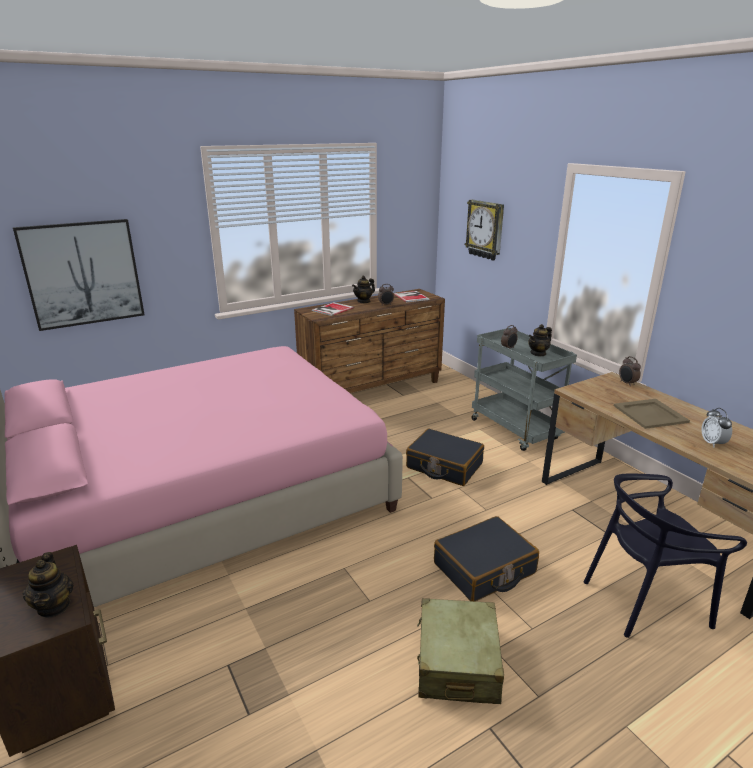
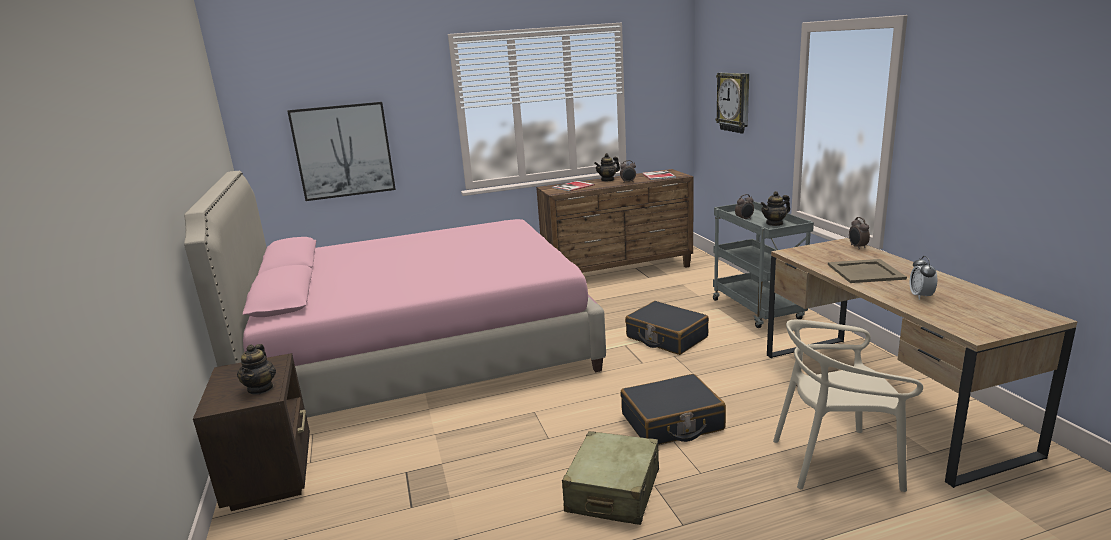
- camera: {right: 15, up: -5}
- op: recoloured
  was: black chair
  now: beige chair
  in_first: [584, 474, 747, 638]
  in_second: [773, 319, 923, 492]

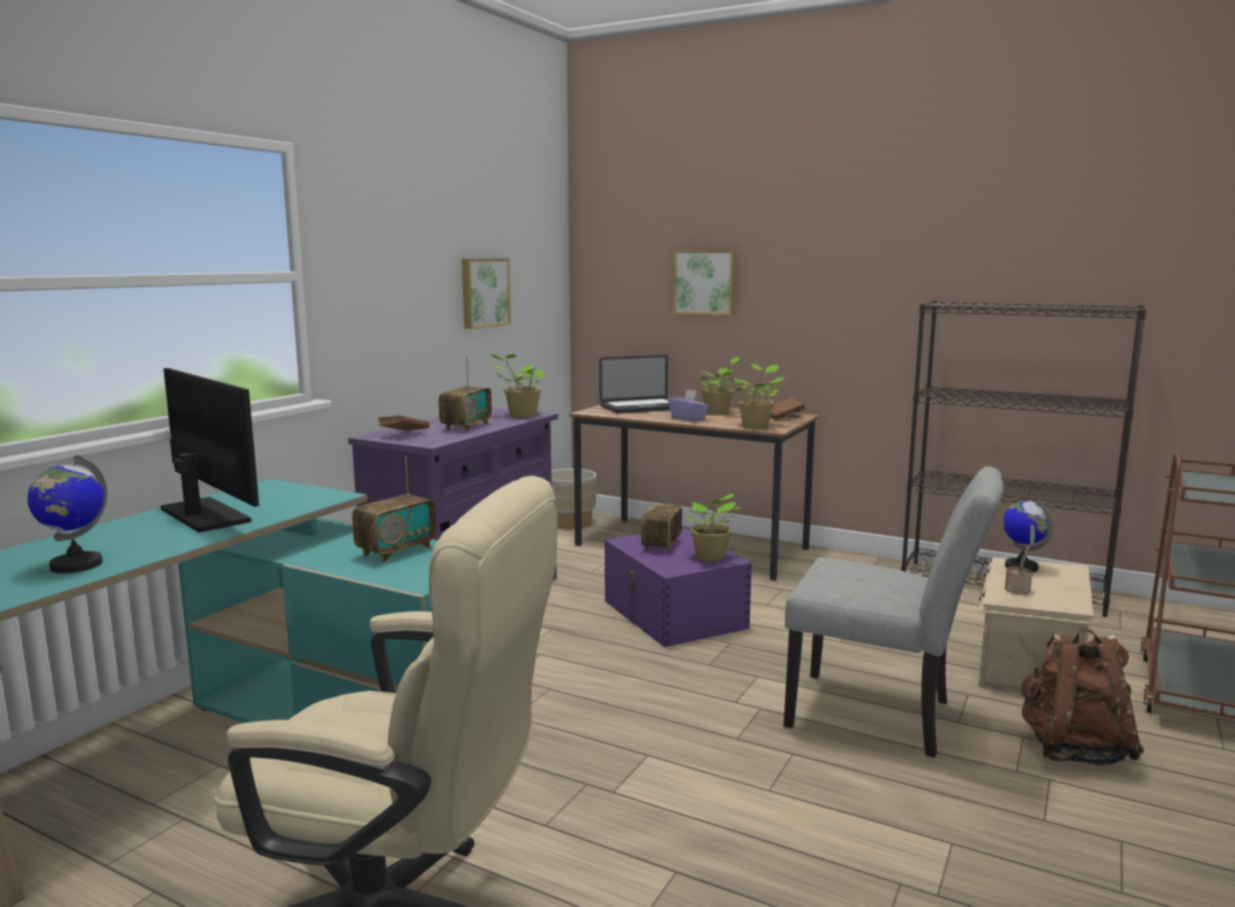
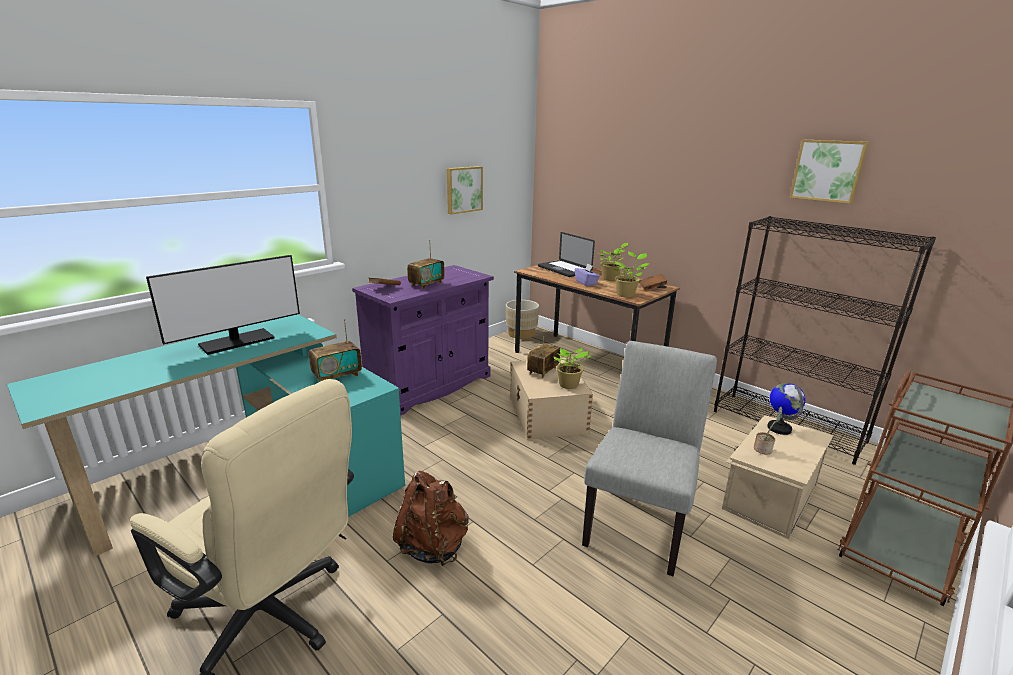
- camera: {right: 15, up: 10}
- op: moved
  was: picture
  in_first: [674, 250, 736, 315]
  in_second: [790, 140, 869, 204]
- op: removed
  was: potted plant
  in_first: [491, 354, 545, 417]
- op: turned
  was: laptop
  in_first: [599, 355, 670, 413]
  in_second: [538, 232, 595, 277]
  clockwise: 60
- op: turned
  was: monitor
  in_first: [161, 368, 259, 533]
  in_second: [146, 255, 300, 355]
  clockwise: 75
- op: removed
  was: globe
  in_first: [27, 455, 107, 573]
- op: turned
  was: grey chair
  in_first: [784, 466, 1004, 757]
  in_second: [582, 341, 717, 576]
  clockwise: -105
- op: recoloured
  was: purple storage box
  now: beige storage box
  in_first: [605, 528, 752, 647]
  in_second: [510, 358, 593, 440]
- op: moved
  was: brown backpack
  in_first: [1021, 628, 1144, 765]
  in_second: [393, 471, 469, 566]

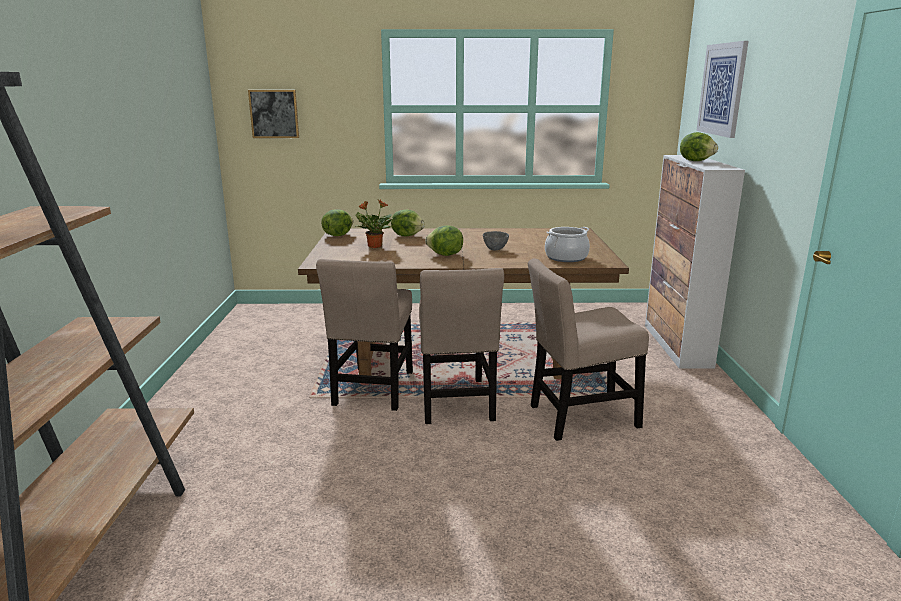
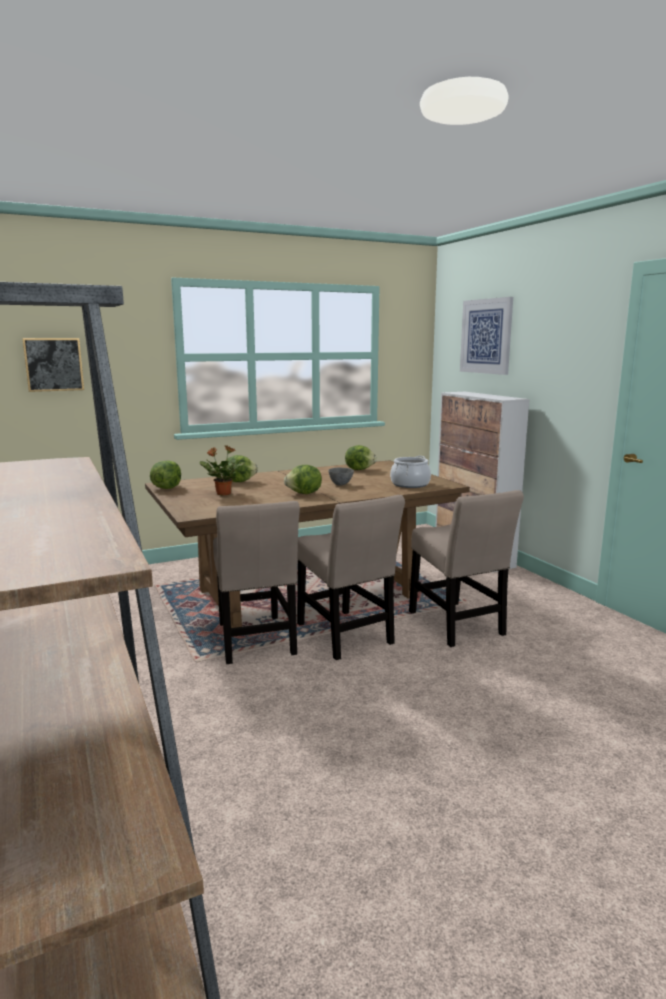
- camera: {right: -25, up: -5}
- op: moved
  was: lettuce
  in_first: [680, 132, 718, 161]
  in_second: [345, 445, 377, 470]
- op: turned
  was: beige chair
  in_first: [528, 258, 649, 441]
  in_second: [409, 490, 524, 647]
  clockwise: -75

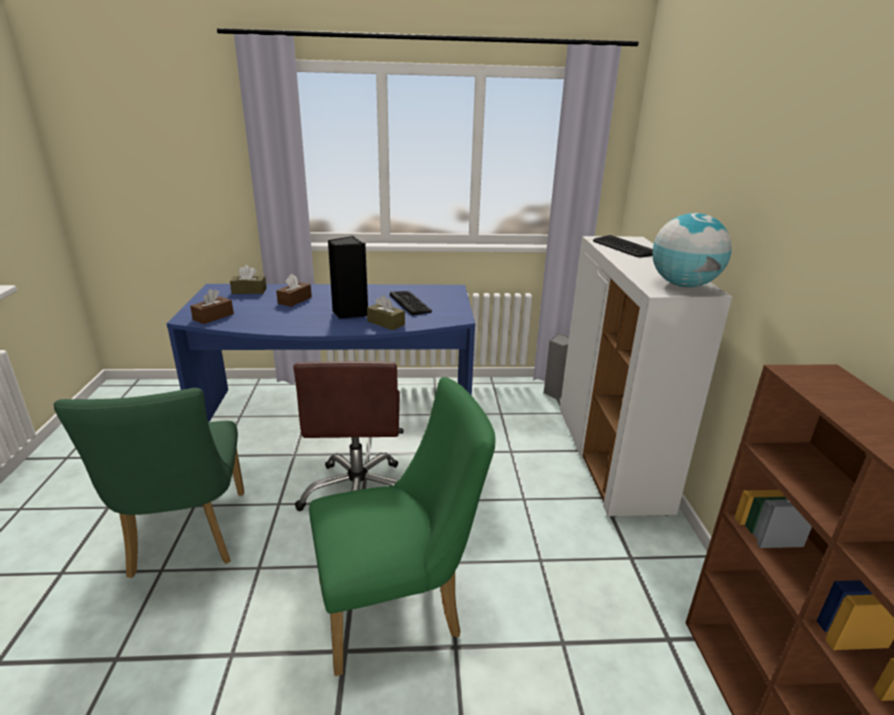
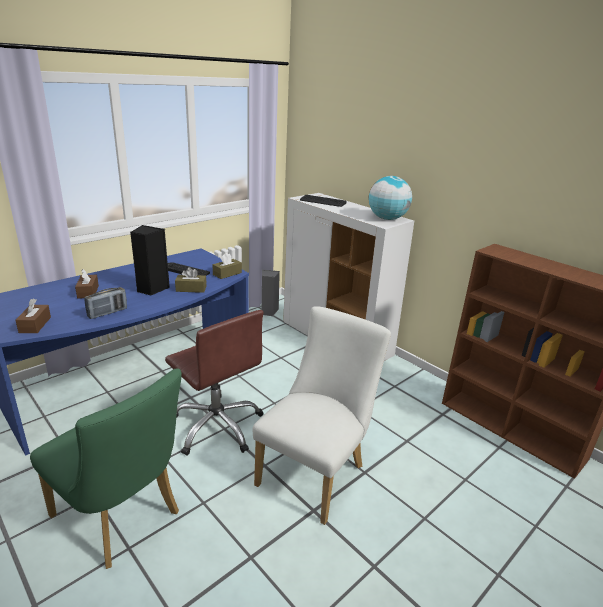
- camera: {right: -40, up: 0}
- op: moved
  was: brown tissue box
  in_first: [230, 265, 267, 294]
  in_second: [213, 253, 242, 279]
- op: recoloured
  was: green chair
  now: white chair
  in_first: [309, 377, 496, 676]
  in_second: [253, 306, 391, 525]
- op: added
  now: radio
  in_second: [84, 287, 127, 319]

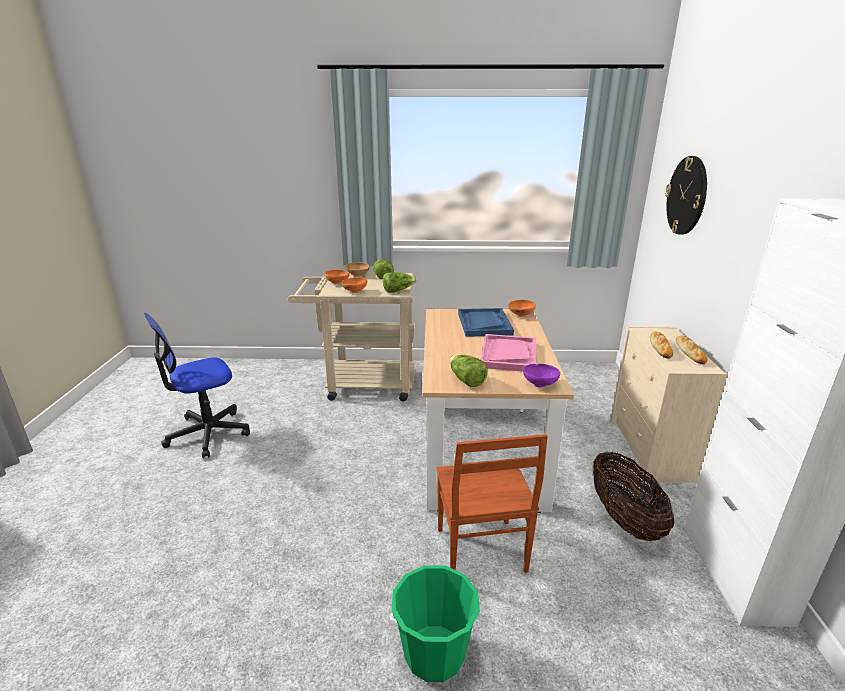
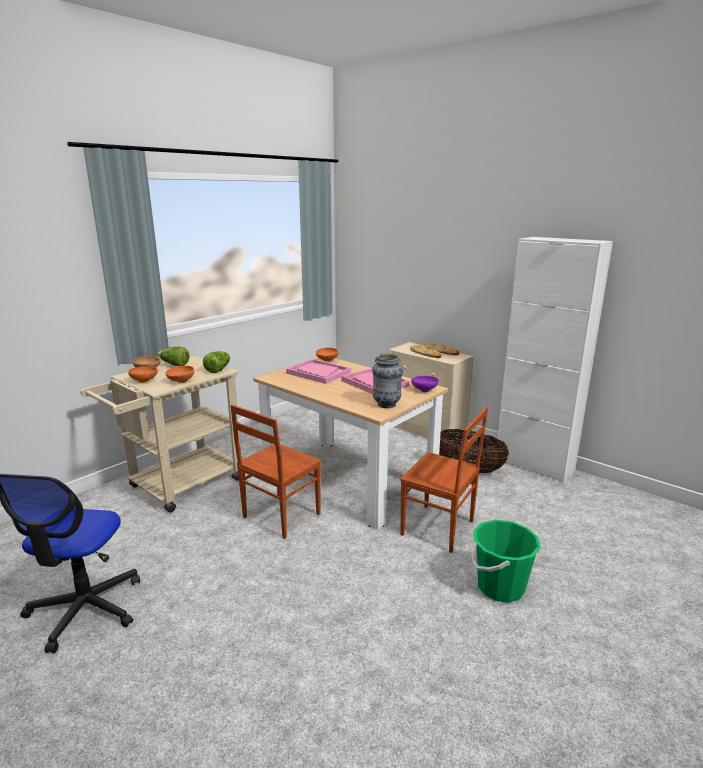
- camera: {right: -50, up: -5}
- op: removed
  was: wall clock
  in_first: [665, 156, 707, 235]
- op: recoloured
  was: blue tray
  now: pink tray
  in_first: [458, 308, 514, 337]
  in_second: [286, 359, 351, 384]
- op: replaced
  was: lettuce
  now: vase
  in_first: [450, 355, 488, 387]
  in_second: [372, 353, 403, 408]
- op: added
  now: brown chair
  in_second: [230, 404, 321, 539]

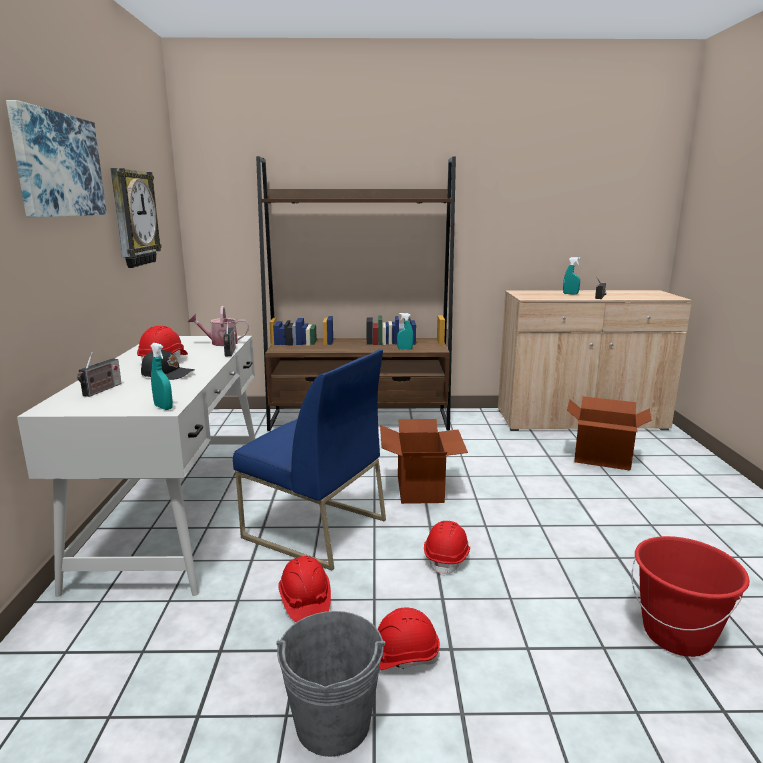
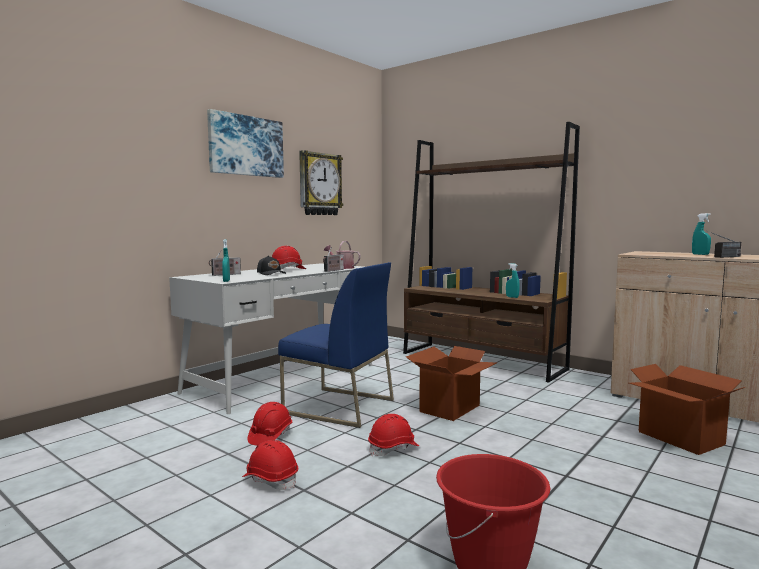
- camera: {right: 40, up: -10}
- op: turned
  was: blue chair
  in_first: [233, 350, 386, 570]
  in_second: [278, 262, 394, 428]
  clockwise: -45
- op: removed
  was: grey bucket
  in_first: [276, 611, 385, 757]

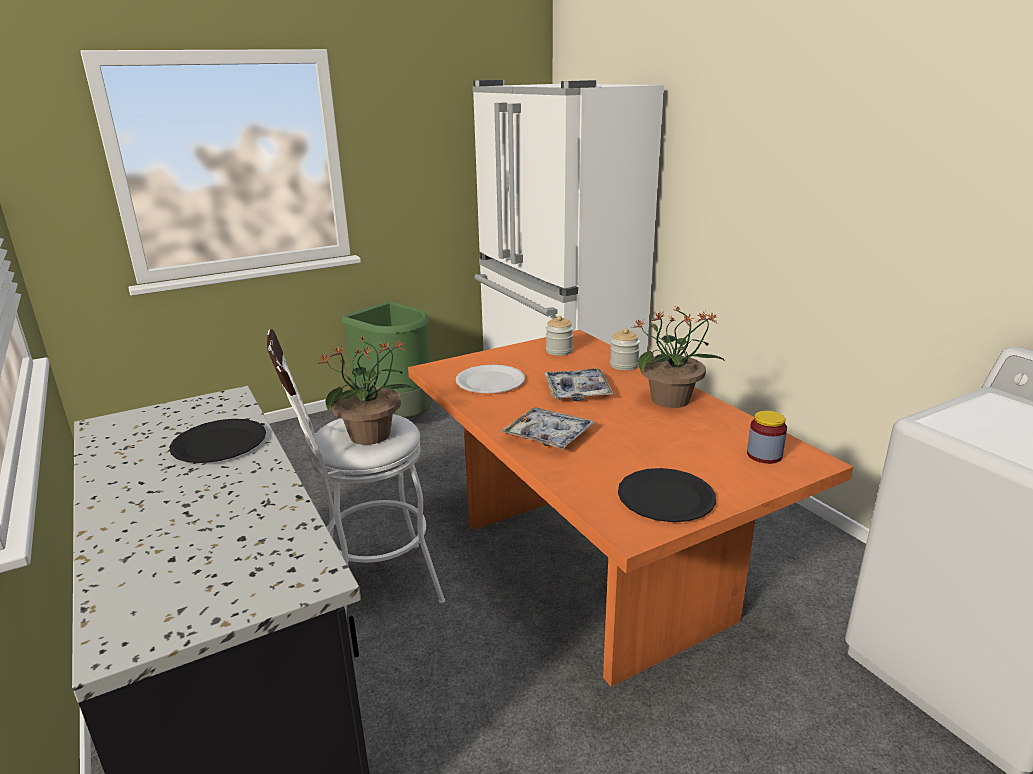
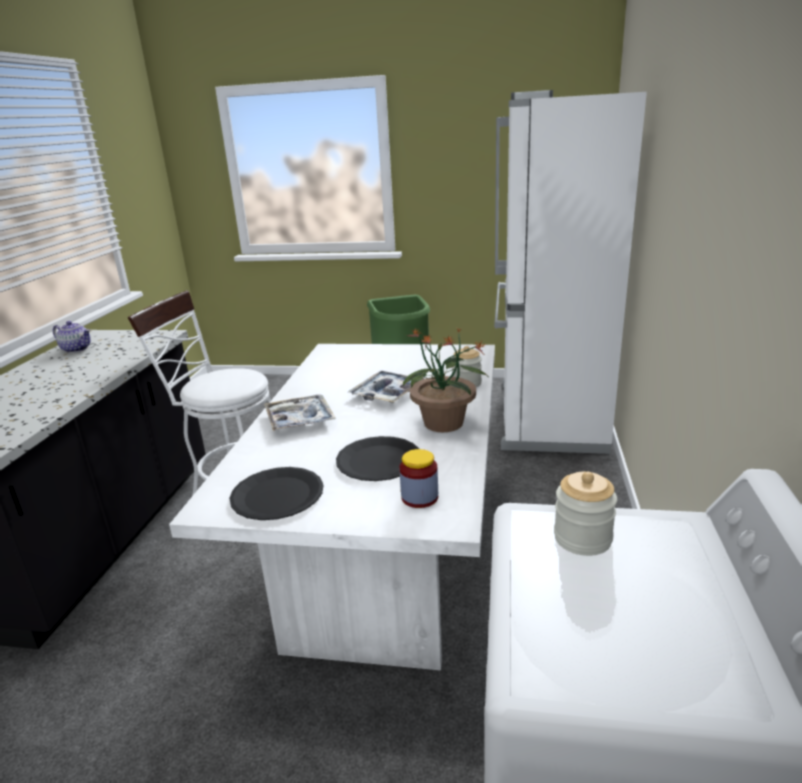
- camera: {right: 40, up: 0}
- op: moved
  was: jar
  in_first: [546, 316, 573, 356]
  in_second: [554, 471, 617, 556]
- op: recoloured
  was: orange dining table
  now: white dining table
  in_first: [408, 330, 853, 687]
  in_second: [169, 344, 495, 670]
- op: removed
  was: potted plant
  in_first: [317, 337, 416, 445]
- op: removed
  was: white plate
  in_first: [456, 365, 525, 393]
- op: moved
  was: black plate
  in_first: [169, 419, 266, 463]
  in_second: [336, 436, 419, 481]
- op: added
  now: teapot
  in_second: [53, 321, 91, 353]

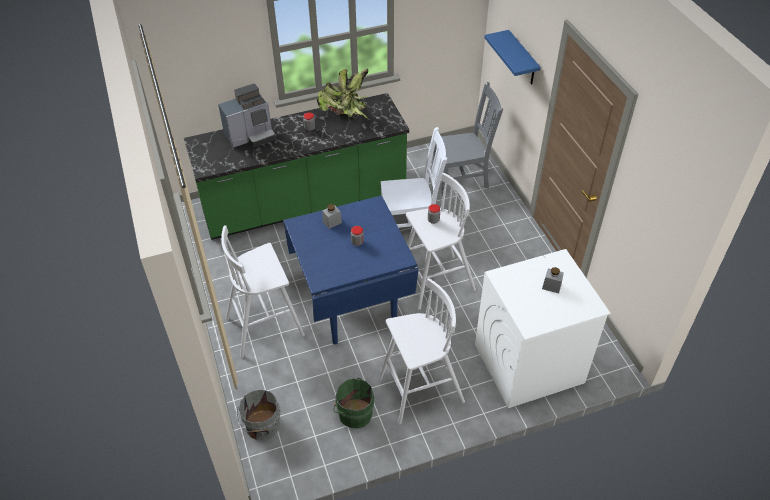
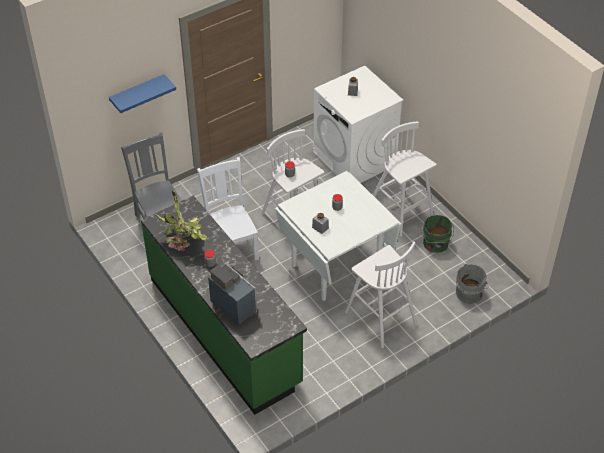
- camera: {right: -105, up: 0}
- op: recoloured
  was: blue dining table
  now: white dining table
  in_first: [283, 196, 419, 344]
  in_second: [275, 171, 401, 301]

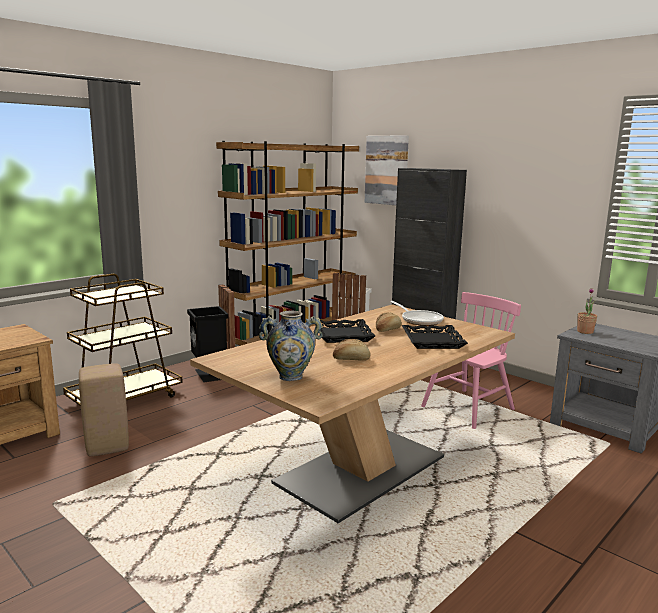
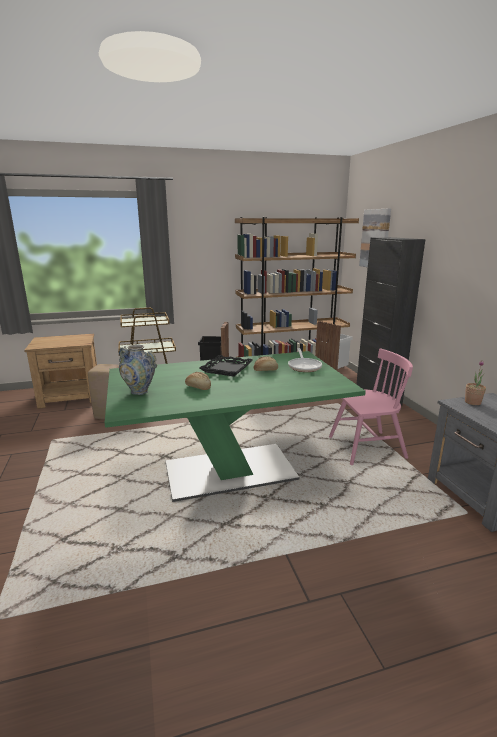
- camera: {right: 30, up: 5}
- op: recoloured
  was: brown dining table
  now: green dining table
  in_first: [190, 304, 515, 523]
  in_second: [104, 351, 366, 502]
- op: removed
  was: black tray
  in_first: [402, 325, 468, 349]

